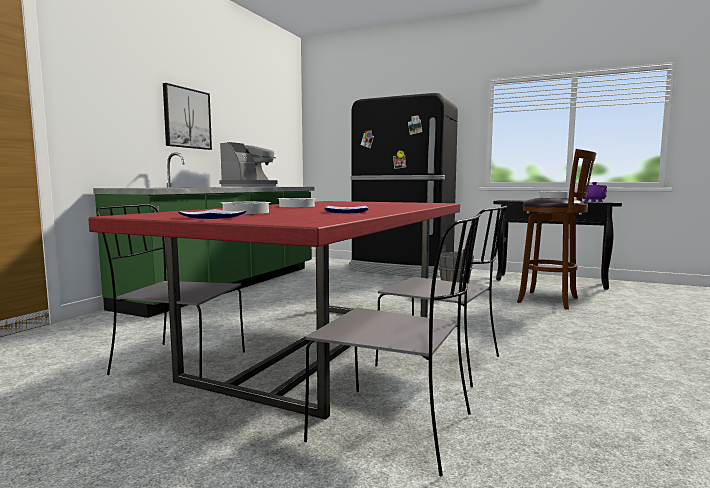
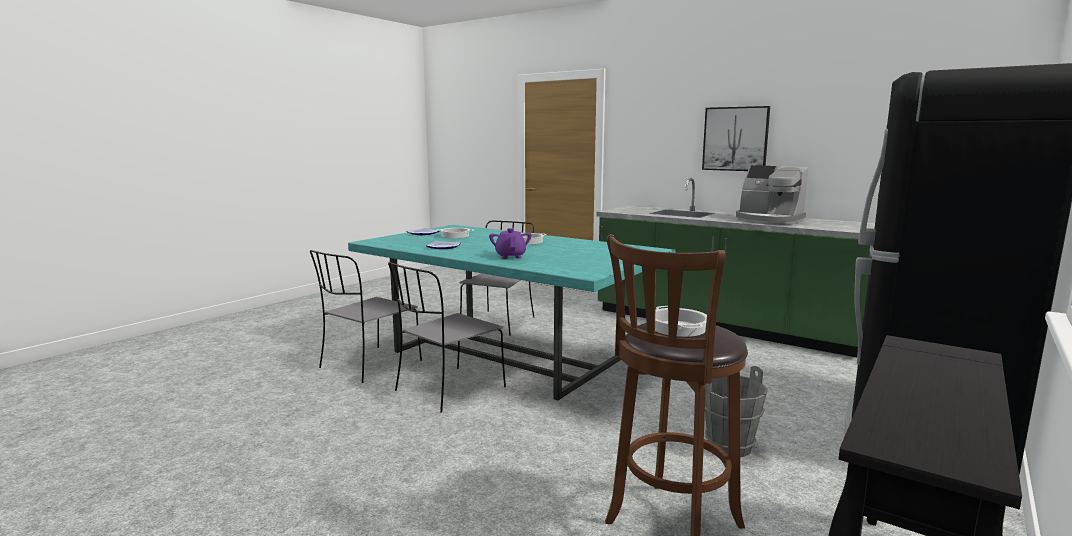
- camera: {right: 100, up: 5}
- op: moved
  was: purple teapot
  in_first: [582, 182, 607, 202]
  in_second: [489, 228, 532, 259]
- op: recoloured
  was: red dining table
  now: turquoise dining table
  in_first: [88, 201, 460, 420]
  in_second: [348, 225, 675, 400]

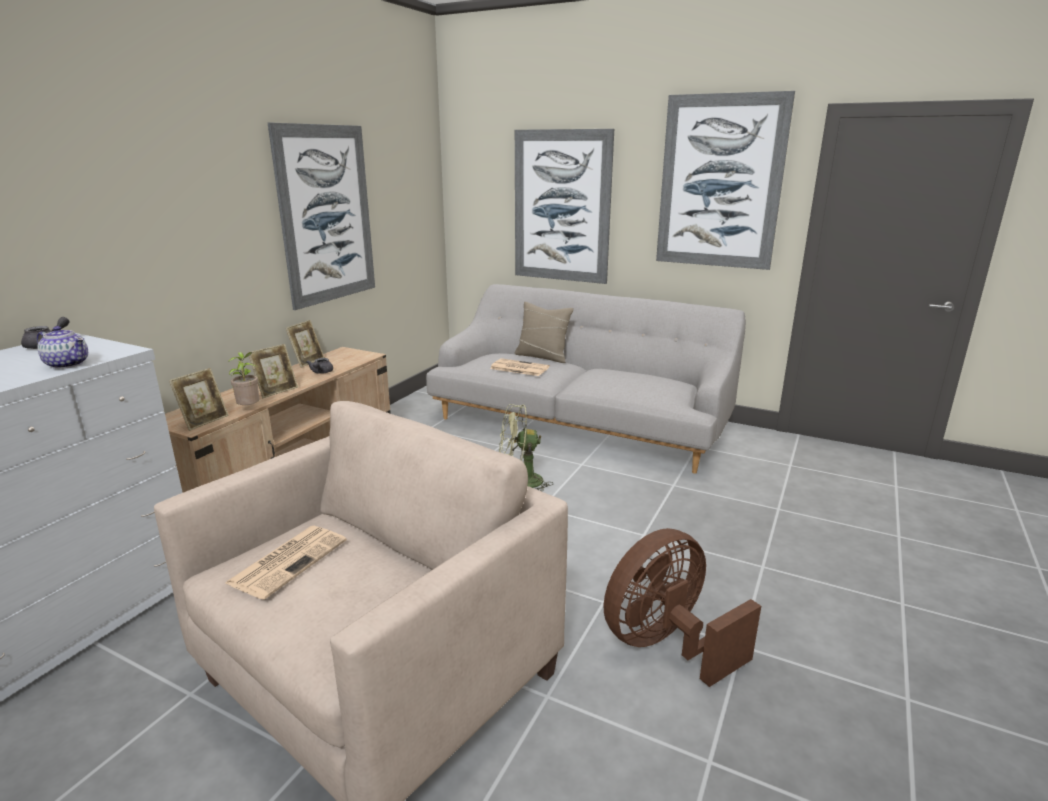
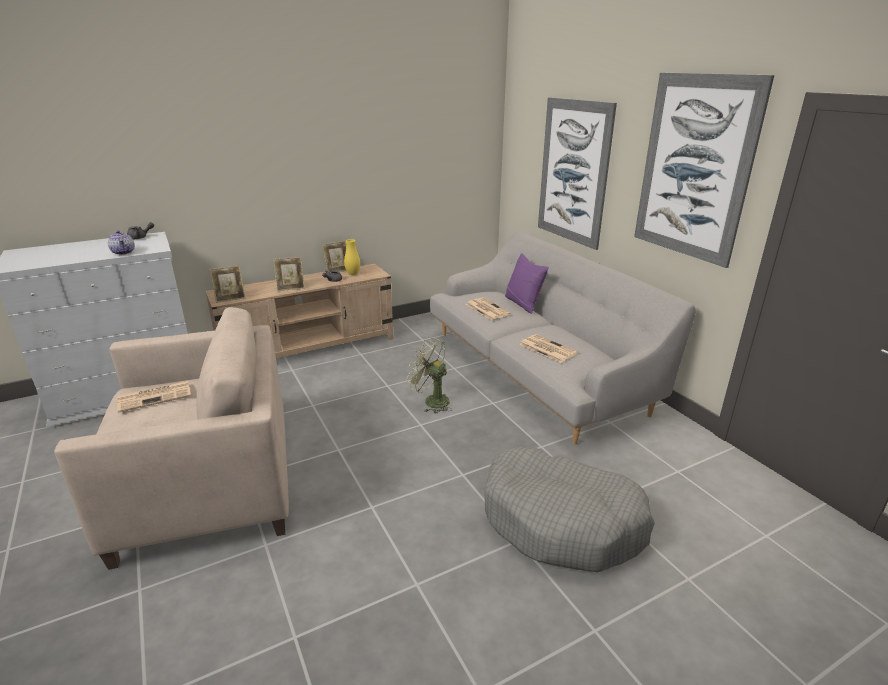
- camera: {right: 35, up: 5}
- op: removed
  was: picture
  in_first: [268, 123, 375, 310]
- op: recoloured
  was: beige pillow
  now: purple pillow
  in_first: [514, 302, 574, 363]
  in_second: [505, 253, 549, 314]
- op: removed
  was: potted plant
  in_first: [228, 352, 259, 405]
- op: removed
  was: brown fan
  in_first: [604, 528, 761, 687]
- op: added
  now: yellow vase
  in_second: [344, 239, 360, 275]
- op: added
  now: newspaper
  in_second: [519, 334, 578, 363]
- op: added
  now: grey dog bed
  in_second: [484, 447, 655, 572]

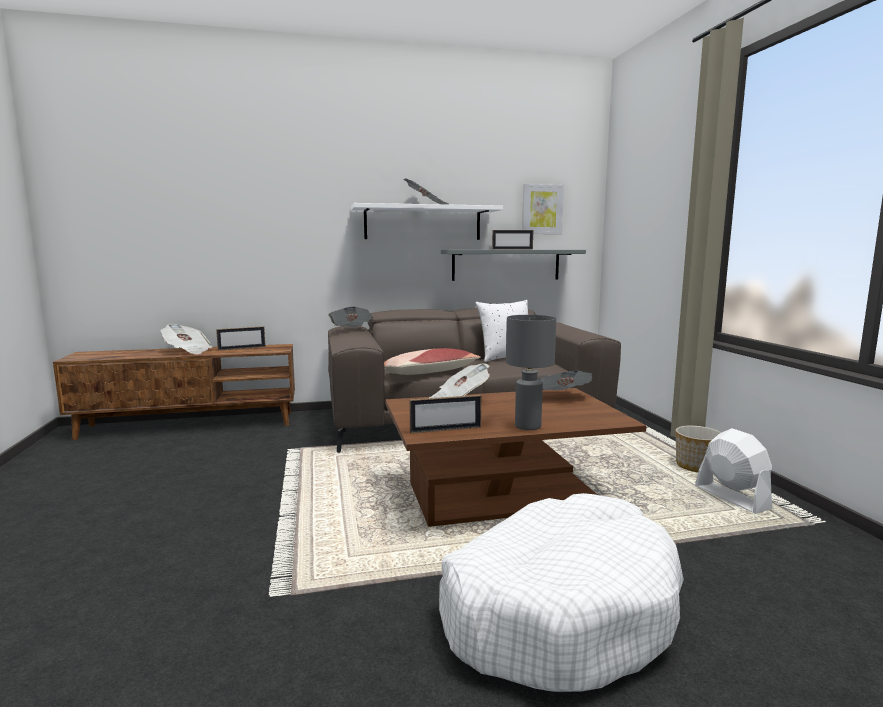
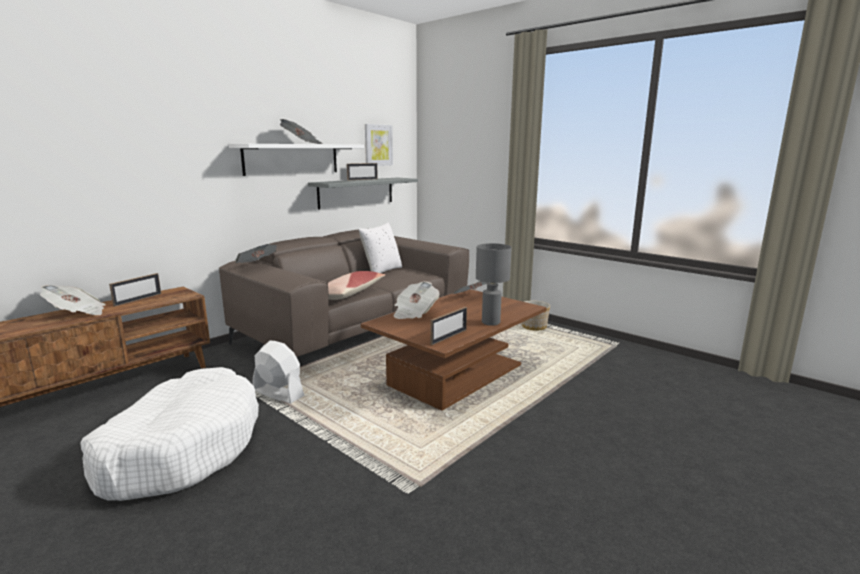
- camera: {right: -35, up: 5}
- op: moved
  was: white fan
  in_first: [695, 428, 772, 514]
  in_second: [253, 341, 304, 404]
- op: moved
  was: white dog bed
  in_first: [439, 493, 684, 692]
  in_second: [80, 367, 259, 501]

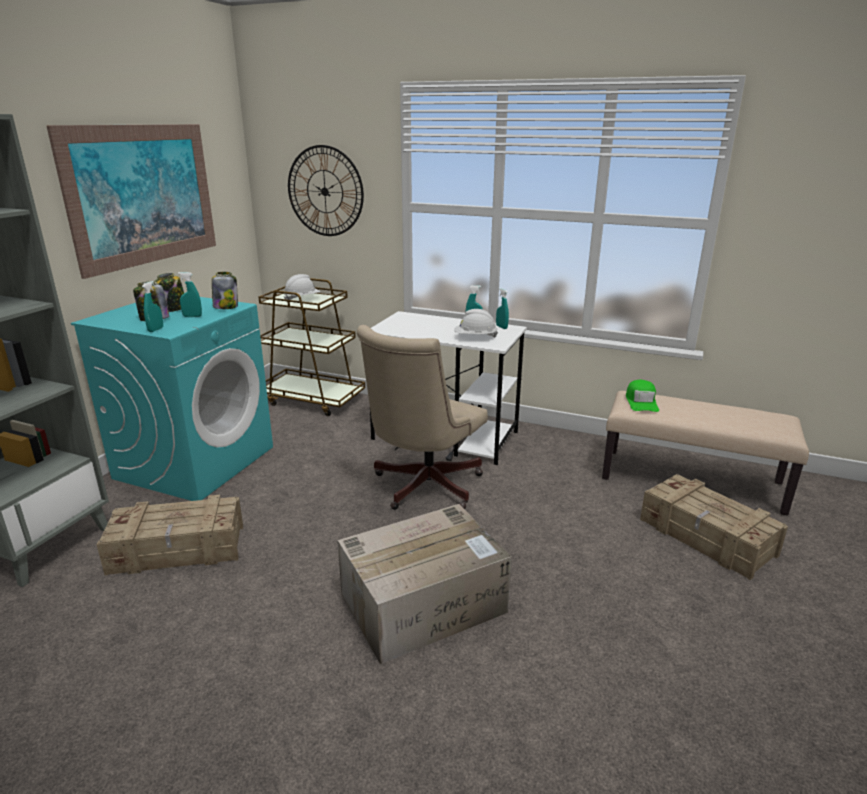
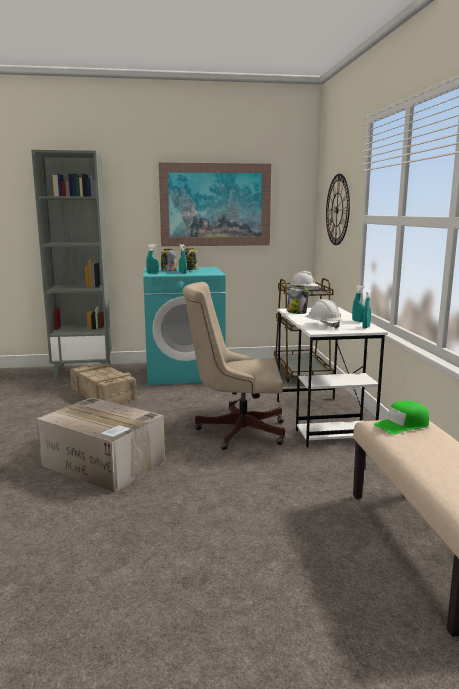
- camera: {right: 60, up: -10}
- op: moved
  was: jar
  in_first: [212, 272, 238, 309]
  in_second: [287, 285, 309, 314]
- op: removed
  was: crate
  in_first: [640, 474, 788, 580]

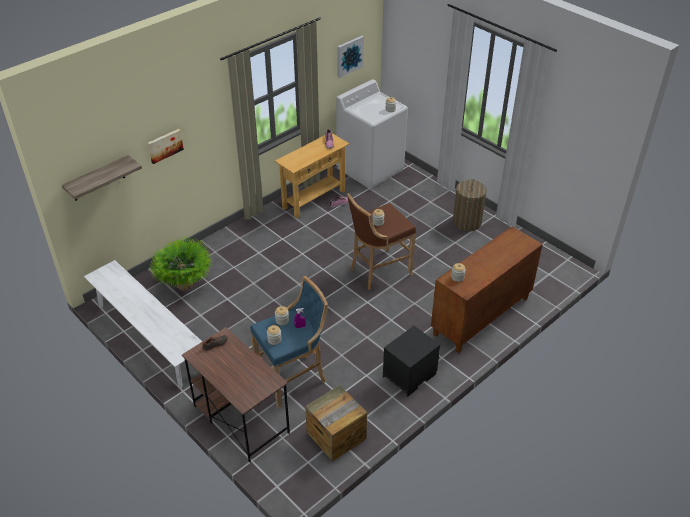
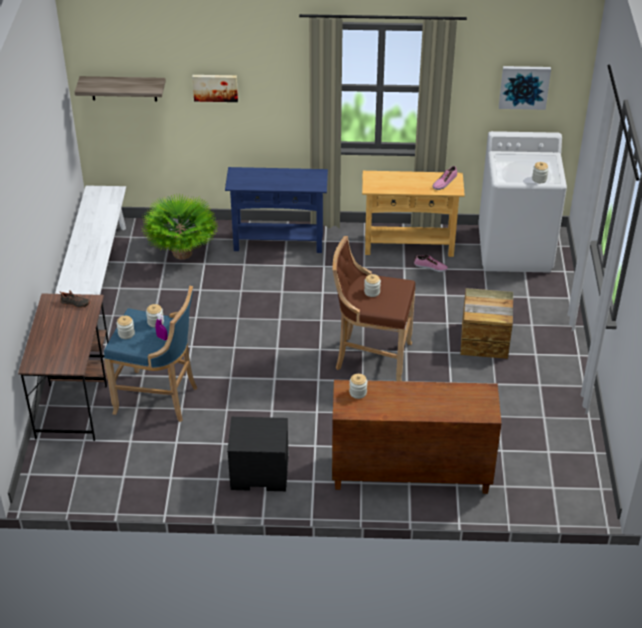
- camera: {right: 45, up: 0}
- op: removed
  was: laundry basket
  in_first: [453, 179, 487, 232]
- op: moved
  was: crate
  in_first: [305, 385, 367, 461]
  in_second: [460, 288, 513, 359]
- op: added
  now: blue console table
  in_second: [225, 167, 328, 253]

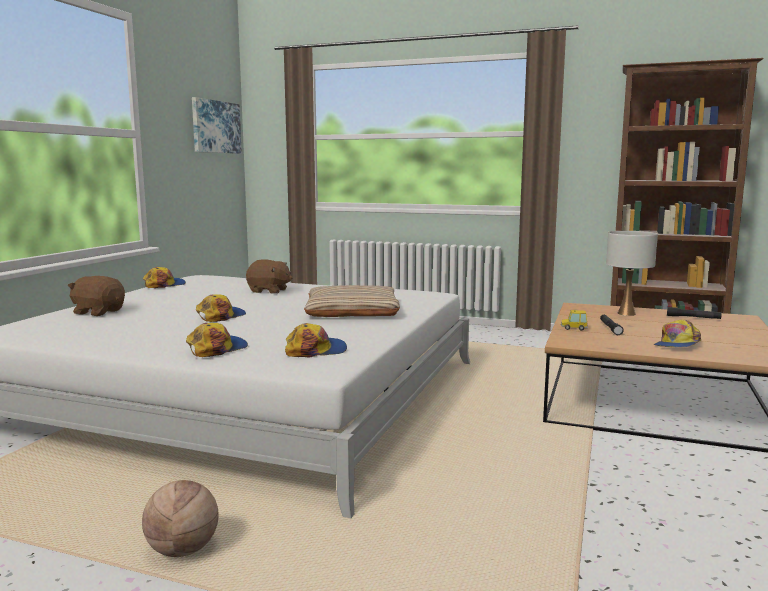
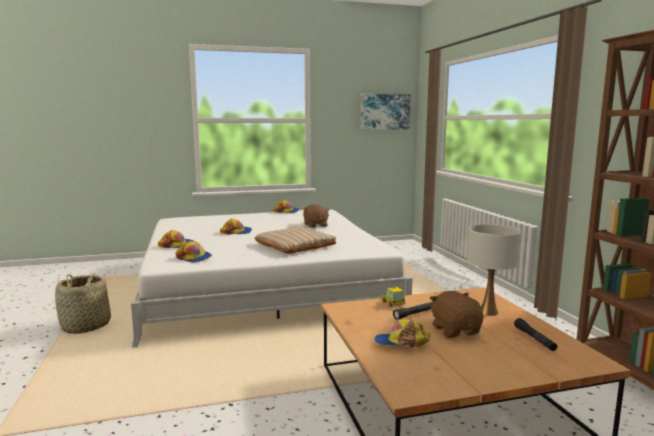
- camera: {right: 55, up: 0}
- op: moved
  was: brown plush toy
  in_first: [68, 276, 125, 316]
  in_second: [430, 291, 483, 338]
- op: replaced
  was: basketball
  now: basket
  in_first: [142, 480, 219, 557]
  in_second: [55, 272, 111, 334]

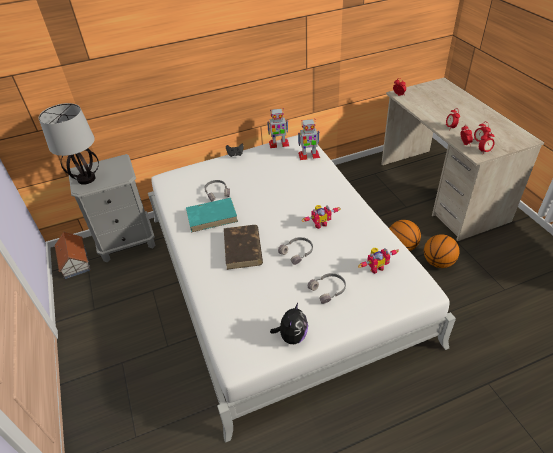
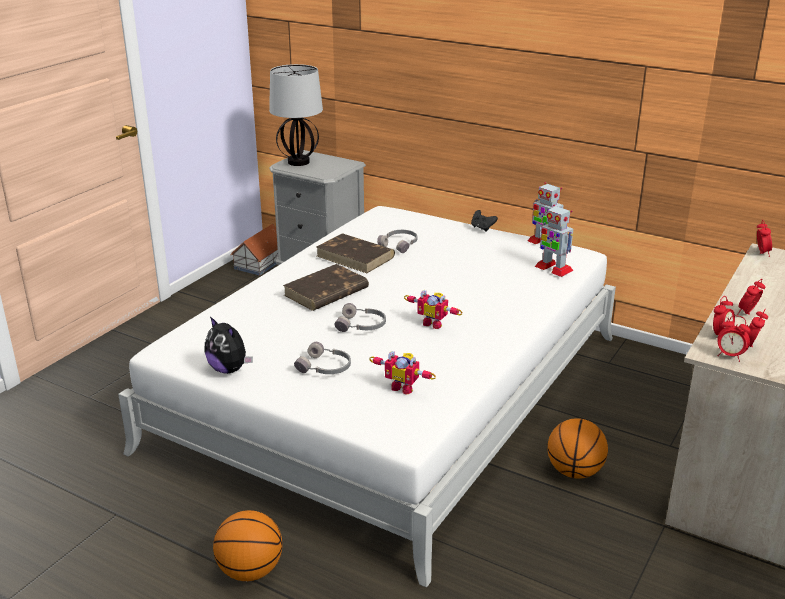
- camera: {right: 50, up: -15}
- op: recoloured
  was: turquoise book
  now: brown book
  in_first: [186, 198, 238, 232]
  in_second: [317, 234, 395, 273]
- op: moved
  was: basketball
  in_first: [424, 234, 459, 268]
  in_second: [213, 510, 283, 581]
- op: turned
  was: plush toy
  in_first: [270, 303, 308, 344]
  in_second: [204, 316, 253, 374]
  clockwise: 60

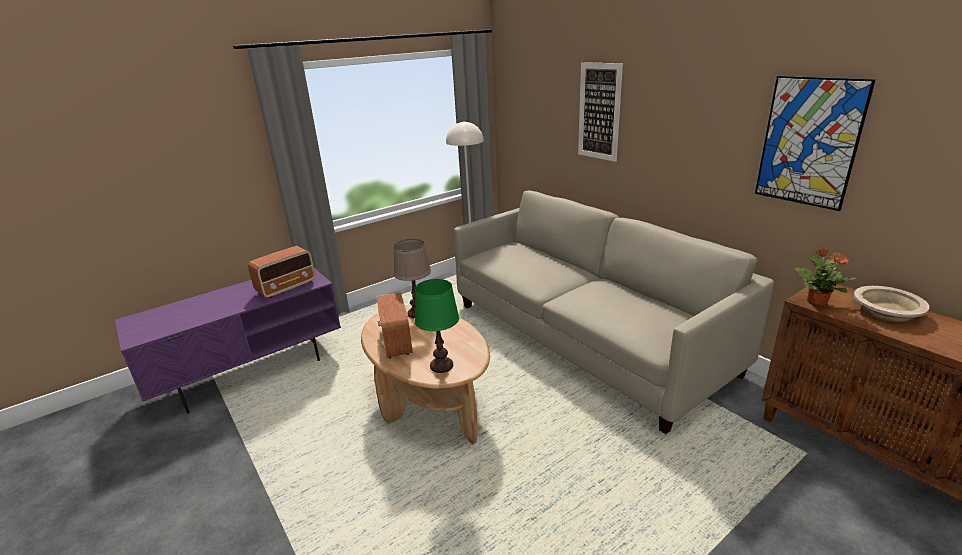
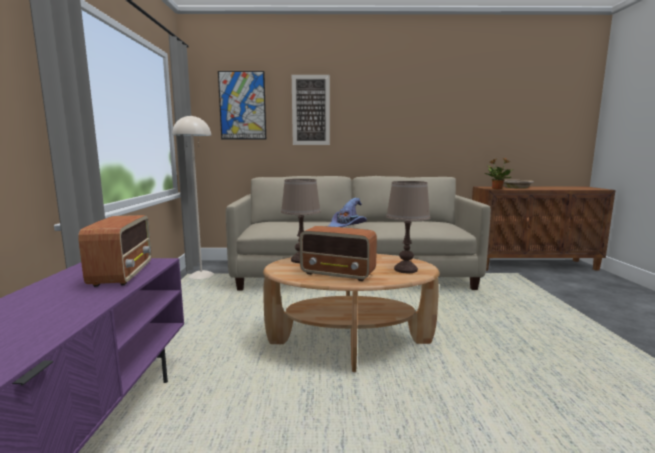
- camera: {right: -55, up: -15}
- op: moved
  was: picture
  in_first: [755, 76, 876, 211]
  in_second: [218, 71, 266, 139]
- op: recoloured
  was: green table lamp
  now: brown table lamp
  in_first: [415, 279, 459, 373]
  in_second: [386, 181, 430, 273]
- op: added
  now: purple hat
  in_second: [328, 198, 367, 227]

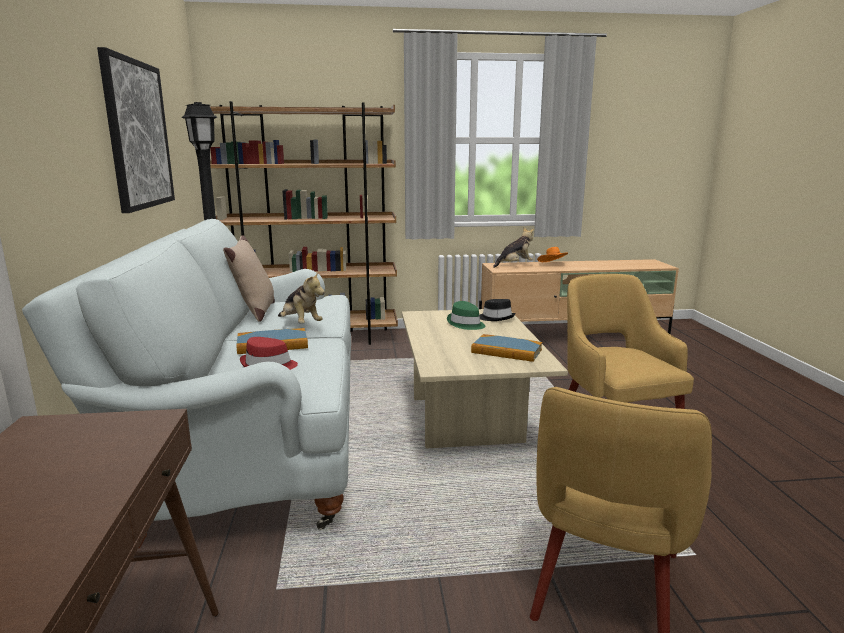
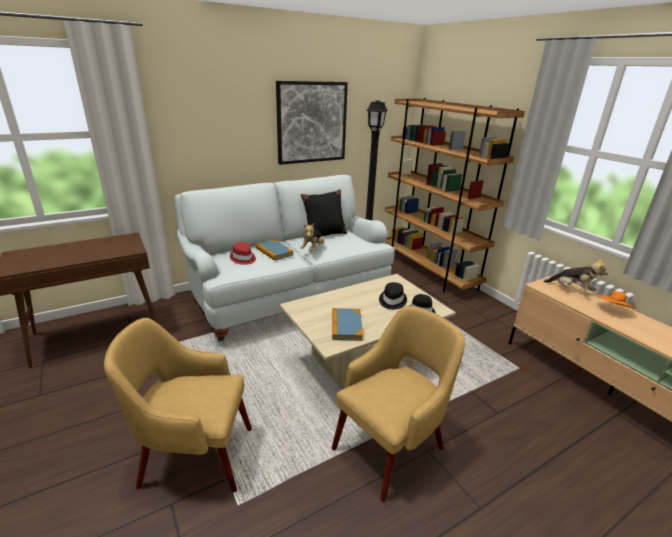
- camera: {right: 65, up: 10}
- op: recoloured
  was: beige pillow
  now: black pillow
  in_first: [223, 235, 275, 322]
  in_second: [301, 189, 347, 236]
- op: recoloured
  was: green hat
  now: black hat
  in_first: [447, 301, 485, 330]
  in_second: [379, 282, 407, 310]

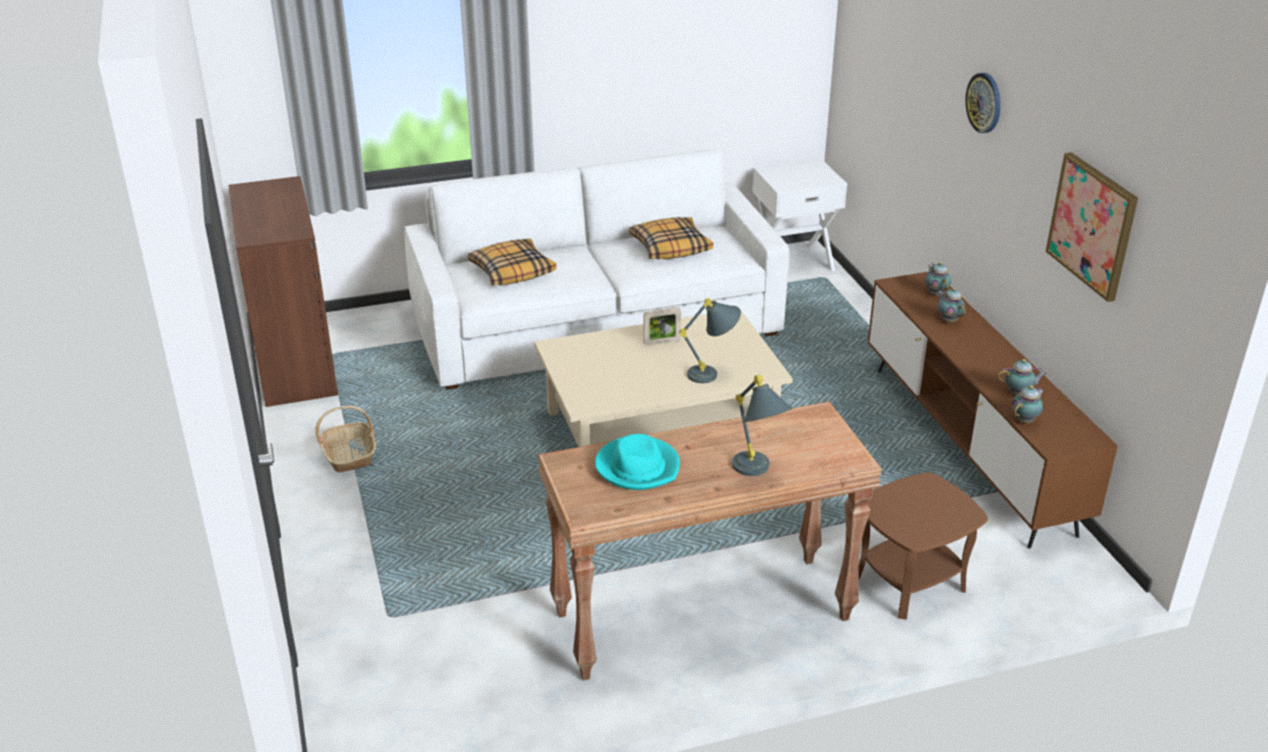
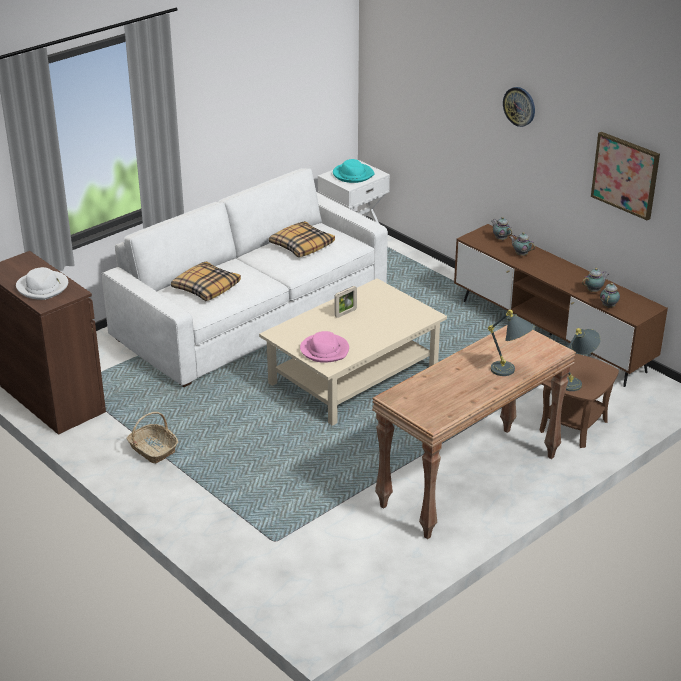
- camera: {right: -25, up: 0}
- op: moved
  was: grey table lamp
  in_first: [679, 298, 741, 383]
  in_second: [566, 328, 600, 391]
- op: moved
  was: turquoise hat
  in_first: [595, 434, 680, 490]
  in_second: [333, 159, 374, 183]
- op: added
  now: white hat
  in_second: [16, 267, 68, 300]
- op: added
  now: pink hat
  in_second: [300, 331, 349, 363]

